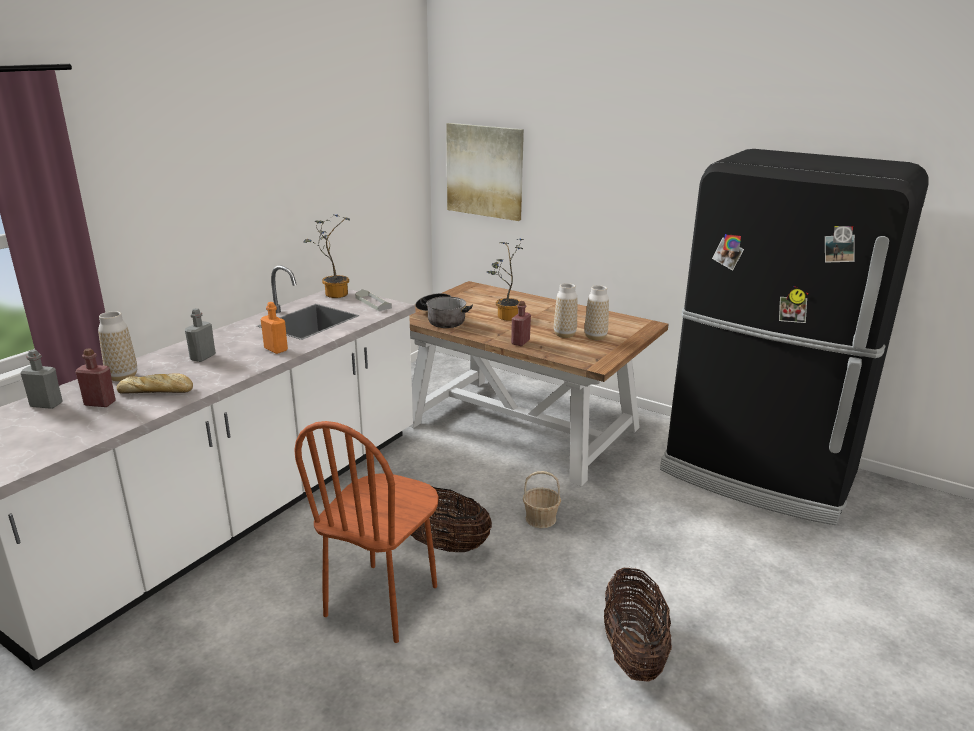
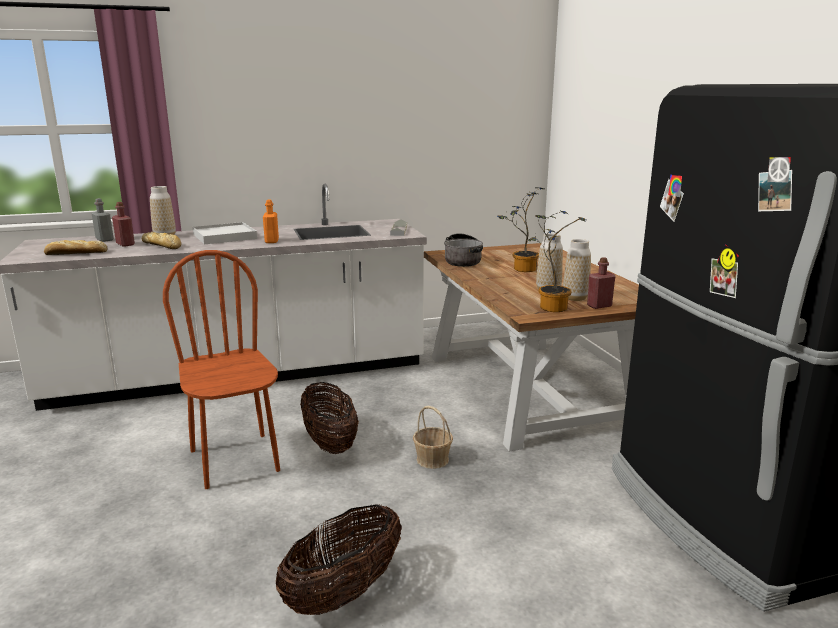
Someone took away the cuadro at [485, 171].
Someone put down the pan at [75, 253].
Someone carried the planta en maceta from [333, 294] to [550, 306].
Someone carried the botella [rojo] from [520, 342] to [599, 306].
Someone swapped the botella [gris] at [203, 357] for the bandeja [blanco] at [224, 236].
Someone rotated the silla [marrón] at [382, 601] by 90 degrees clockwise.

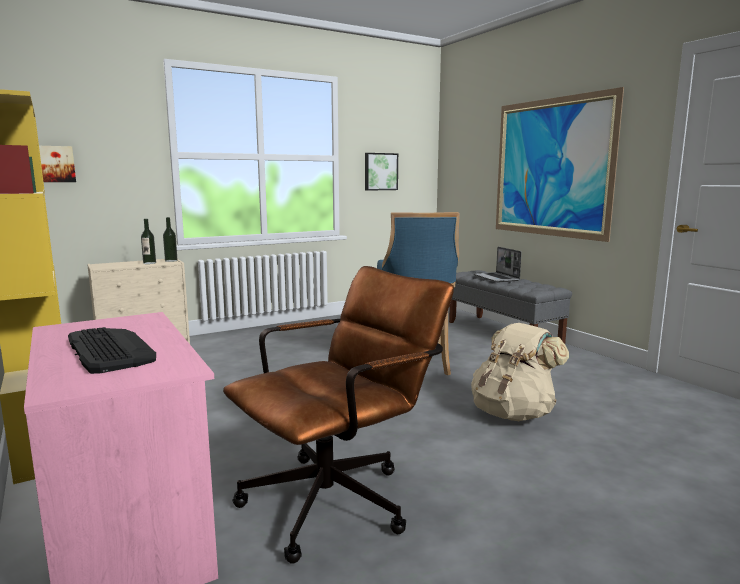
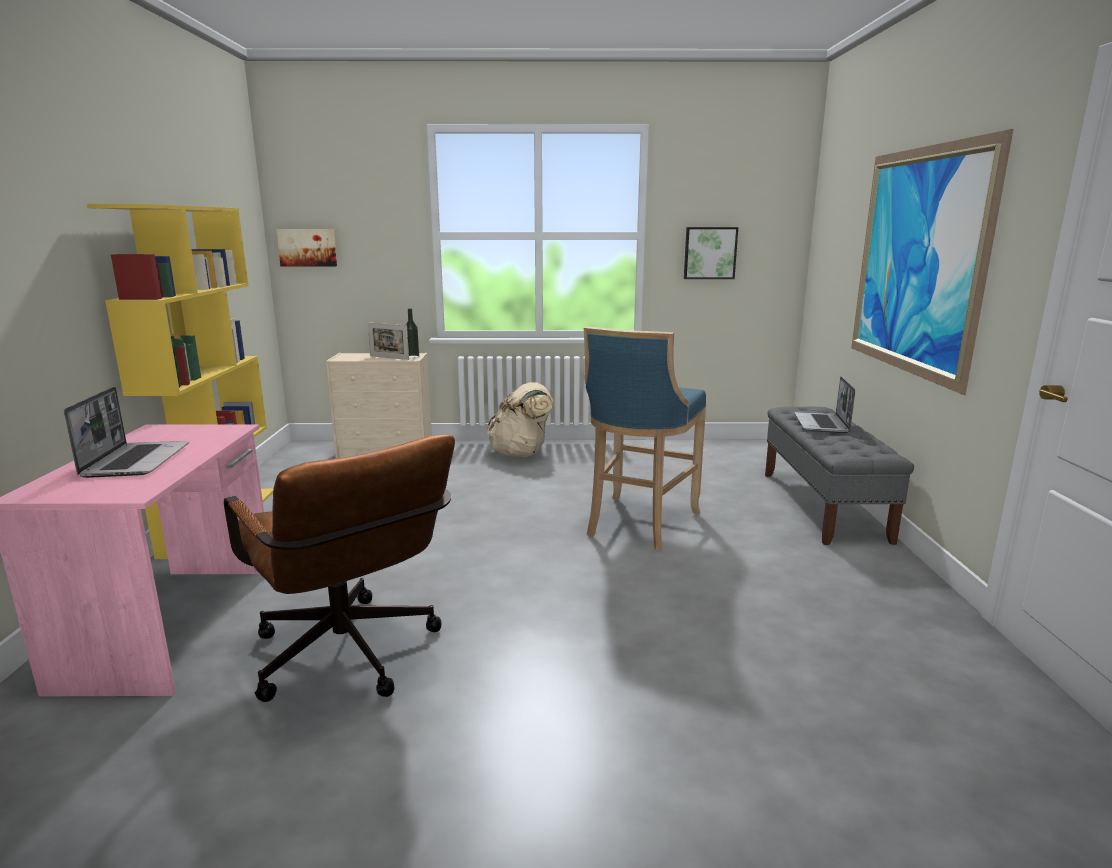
Someone carried the mochila [beis] from [513, 413] to [521, 453].
Someone swapped the teclado at [110, 350] for the portátil at [136, 460].
Someone swapped the botella at [149, 263] for the portarretratos at [389, 358].
Someone rotated the silla de oficina [marrón] at [340, 498] by 60 degrees clockwise.

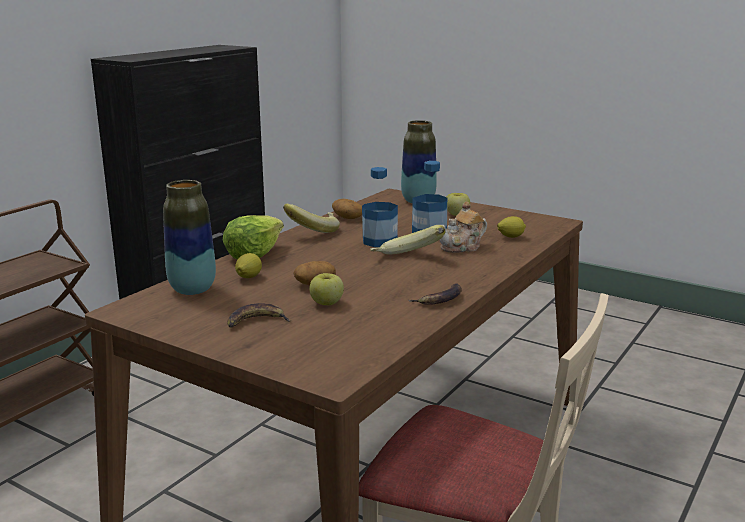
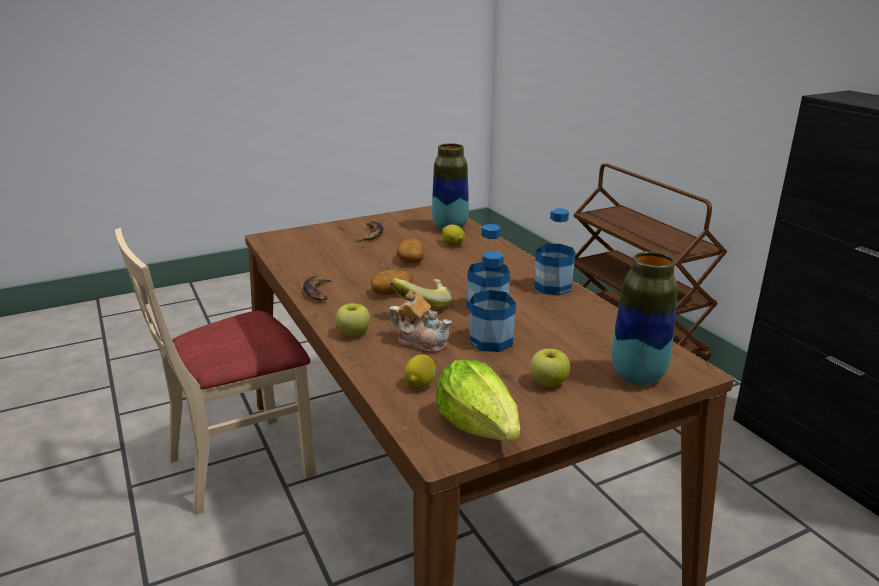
Someone carried the lechuga from [254, 254] to [479, 426].
Someone carried the manzana from [327, 303] to [353, 333].
Someone carried the patata from [347, 217] to [392, 292].
Someone swapped the plátano at [313, 231] for the botella at [552, 286].
Someone rotated the tetera at [462, 247] by 120 degrees clockwise.

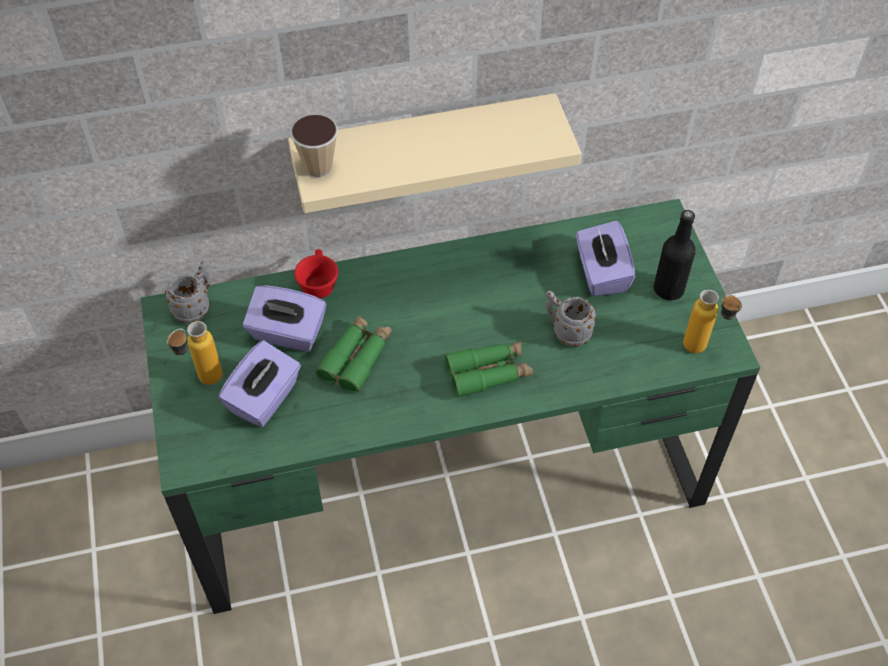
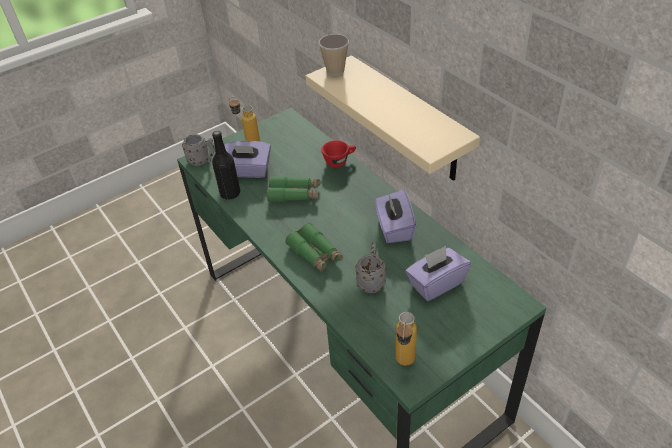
Someone carried the taza grande [gris] from [196, 307] to [202, 161].
Someone carried the caja de pañuelos [morado] from [287, 333] to [394, 228].
Someone carried the botella [negro] from [668, 289] to [230, 193].

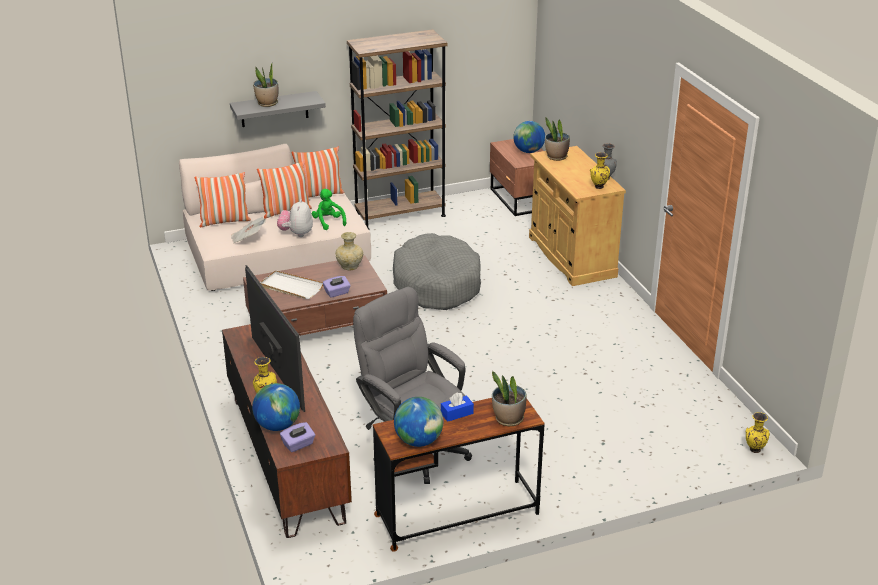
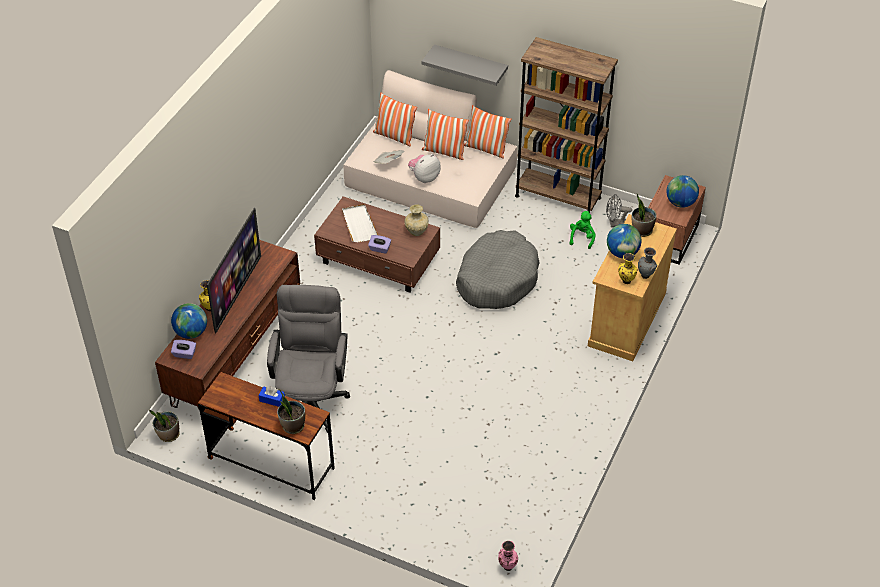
Someone put down the ventilador [gris] at [615, 224].
Someone carried the planta en maceta from [267, 103] to [168, 435].
Someone carried the peluche [verde] from [328, 222] to [582, 238].
Someone carried the globo terráqueo from [418, 441] to [622, 253].
Someone repainted the florero [amarillo] at [754, 450], which became the florero [rosa] at [507, 567].

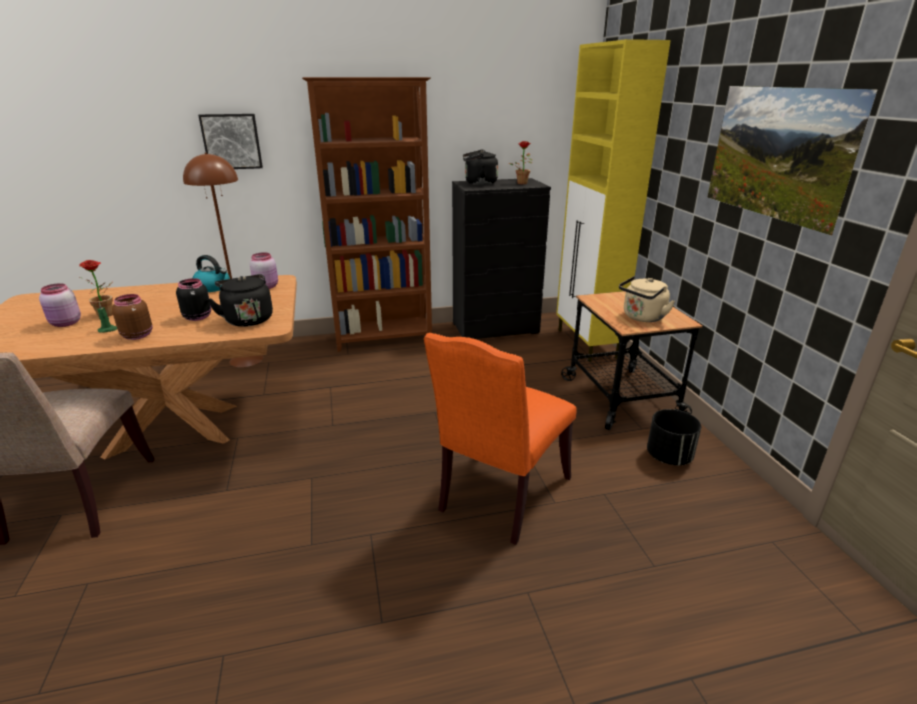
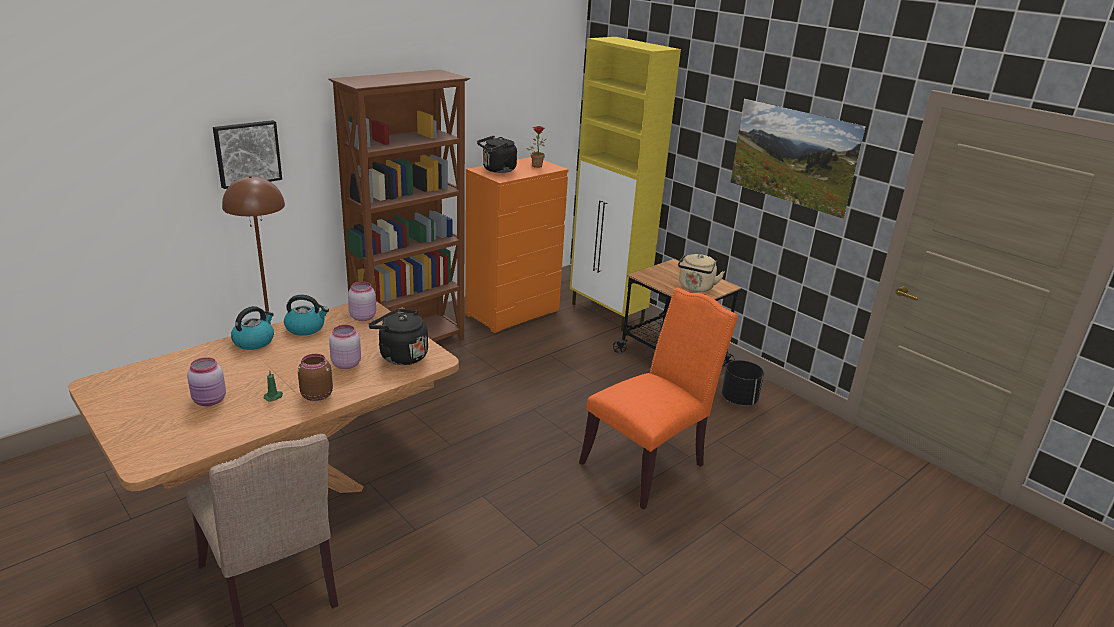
Someone took away the planta en maceta at [108, 315].
Someone put down the hervidor at [254, 341].
Someone repainted the tarro [negro] at [198, 317], which became the tarro [rosa] at [346, 364].
Someone repainted the cómoda [negro] at [496, 328], which became the cómoda [naranja] at [513, 313].
Someone rotated the silla [naranja] at [500, 496] by 135 degrees counterclockwise.

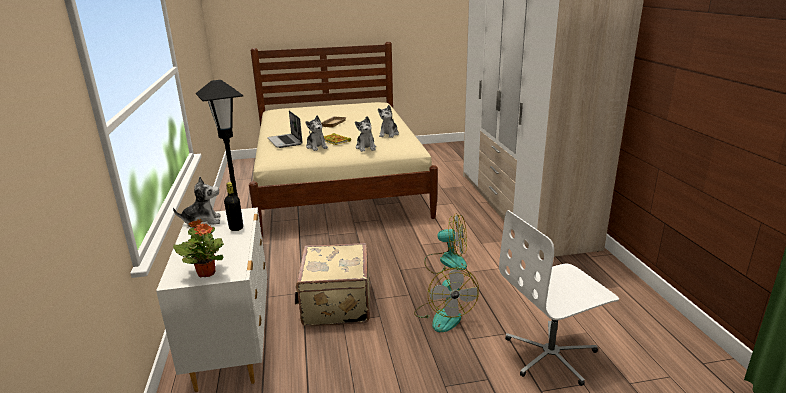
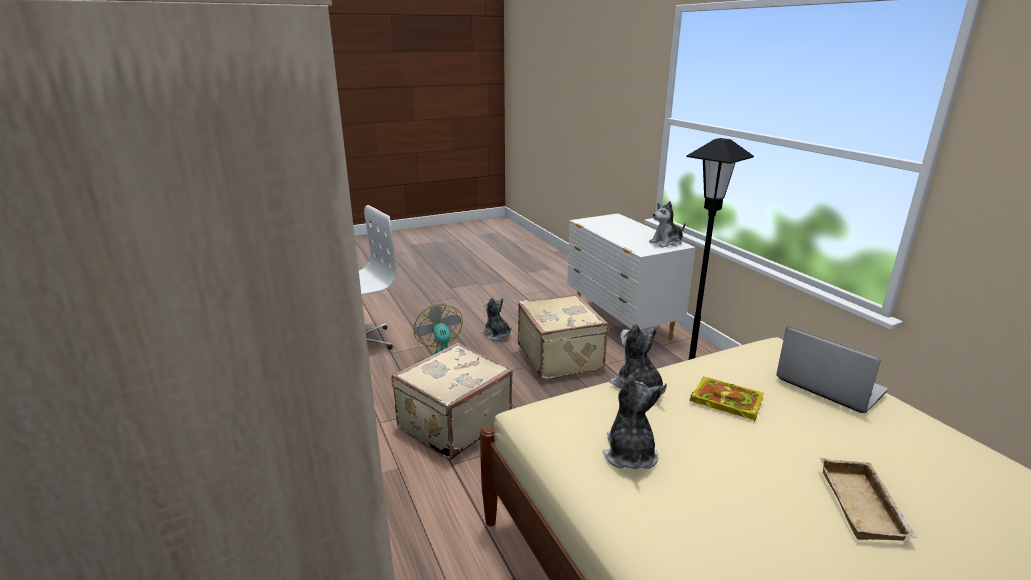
Someone took away the planta en maceta at [206, 273].
Someone took away the botella [negro] at [236, 228].
Someone carried the peluche from [316, 147] to [496, 335].
Someone swapped the ventilador at [446, 261] for the maleta [beis] at [453, 424].

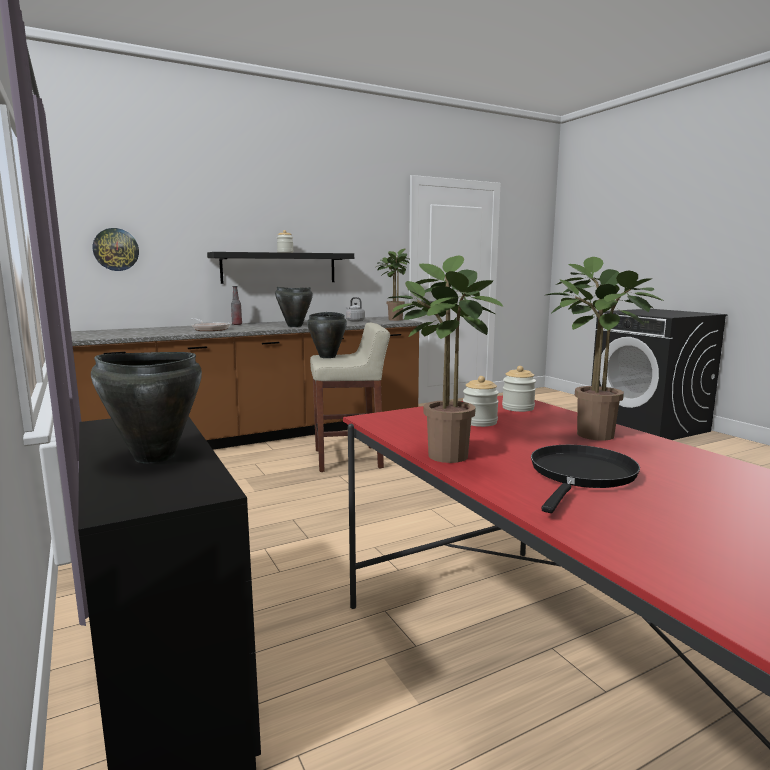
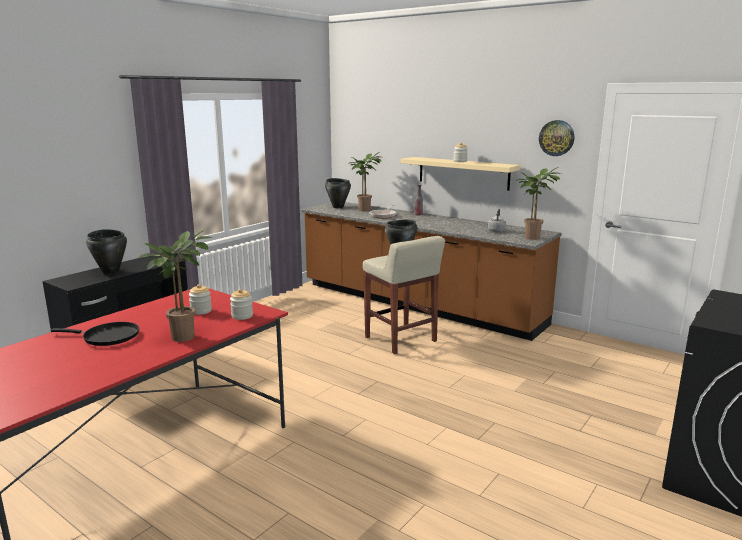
Someone carried the reloj de pared from [116, 249] to [556, 138].
Someone carried the olla [negro] from [294, 326] to [338, 207].
Someone carried the planta en maceta from [441, 454] to [365, 209].
Someone repainted the estante [negro] at [279, 268], which became the estante [beis] at [463, 173].

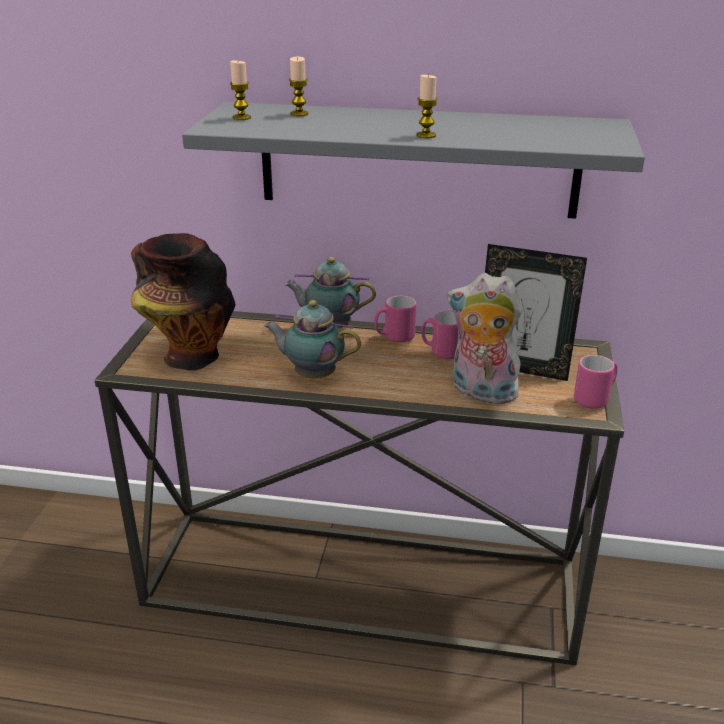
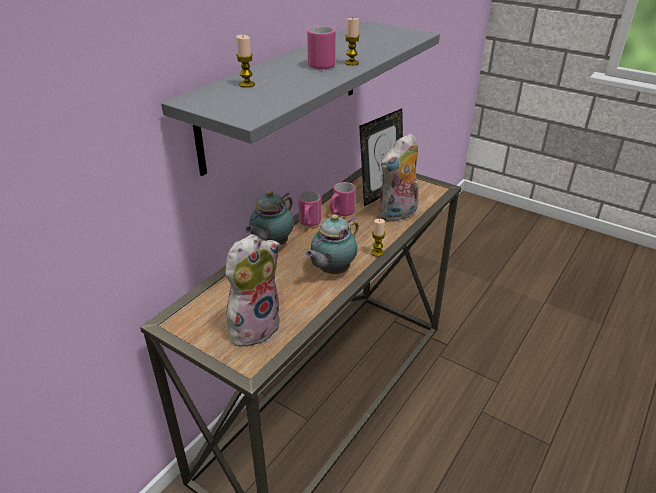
Someone carried the vela from [241, 118] to [377, 252].
Someone carried the taza grande [rosa] from [595, 399] to [320, 64].
Someone swapped the florero at [188, 356] for the peluche at [254, 326].

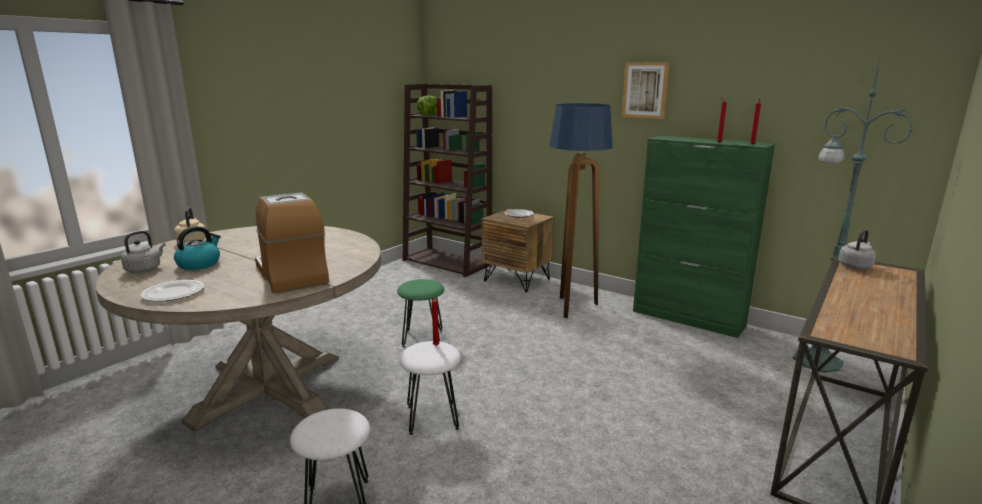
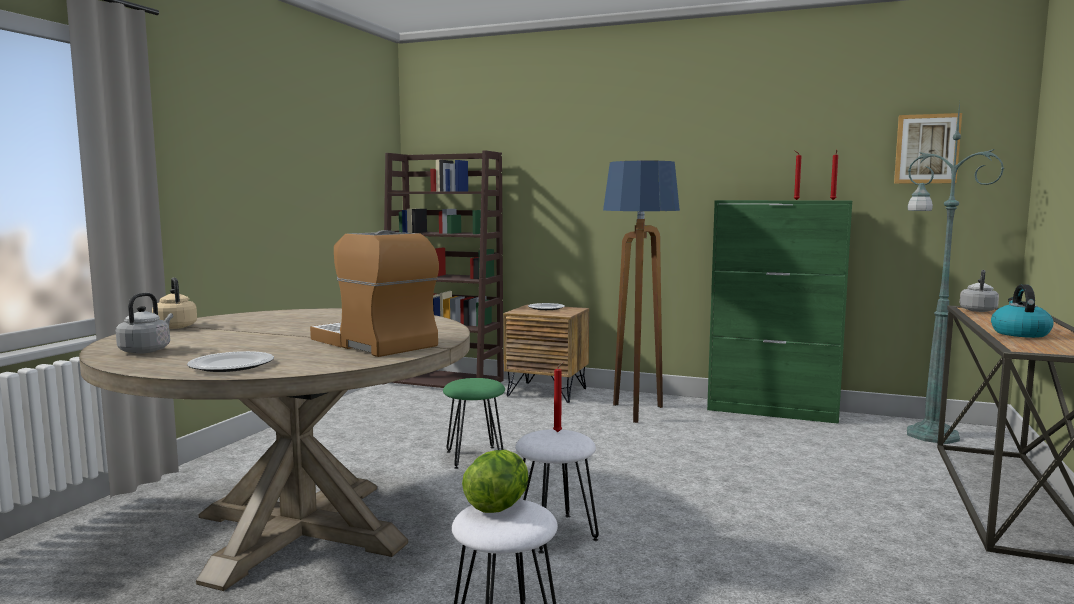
Someone carried the hervidor from [199, 264] to [1019, 333].
Someone carried the lechuga from [429, 115] to [498, 506].
Someone carried the cuadro from [645, 90] to [926, 149].

